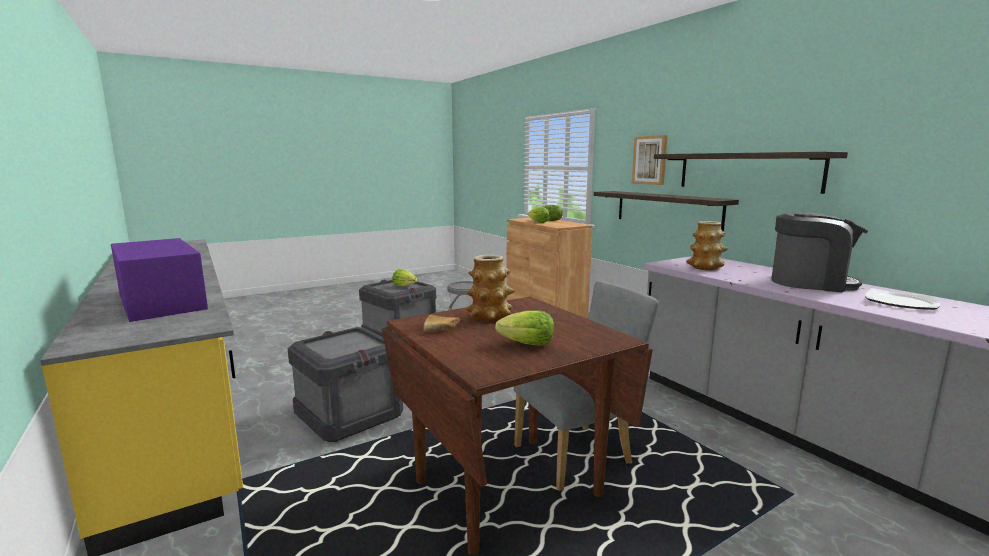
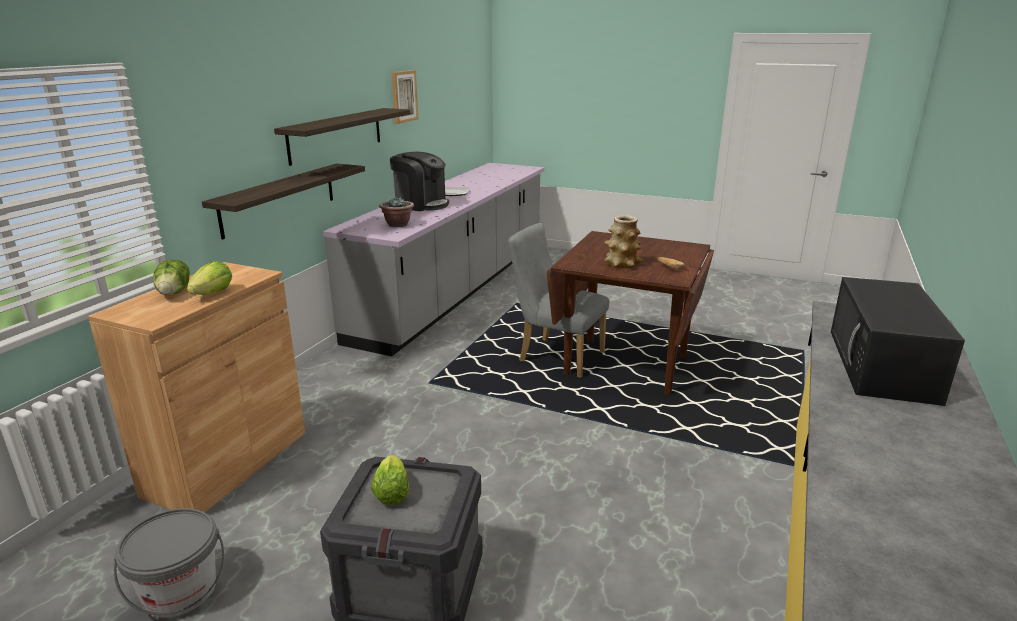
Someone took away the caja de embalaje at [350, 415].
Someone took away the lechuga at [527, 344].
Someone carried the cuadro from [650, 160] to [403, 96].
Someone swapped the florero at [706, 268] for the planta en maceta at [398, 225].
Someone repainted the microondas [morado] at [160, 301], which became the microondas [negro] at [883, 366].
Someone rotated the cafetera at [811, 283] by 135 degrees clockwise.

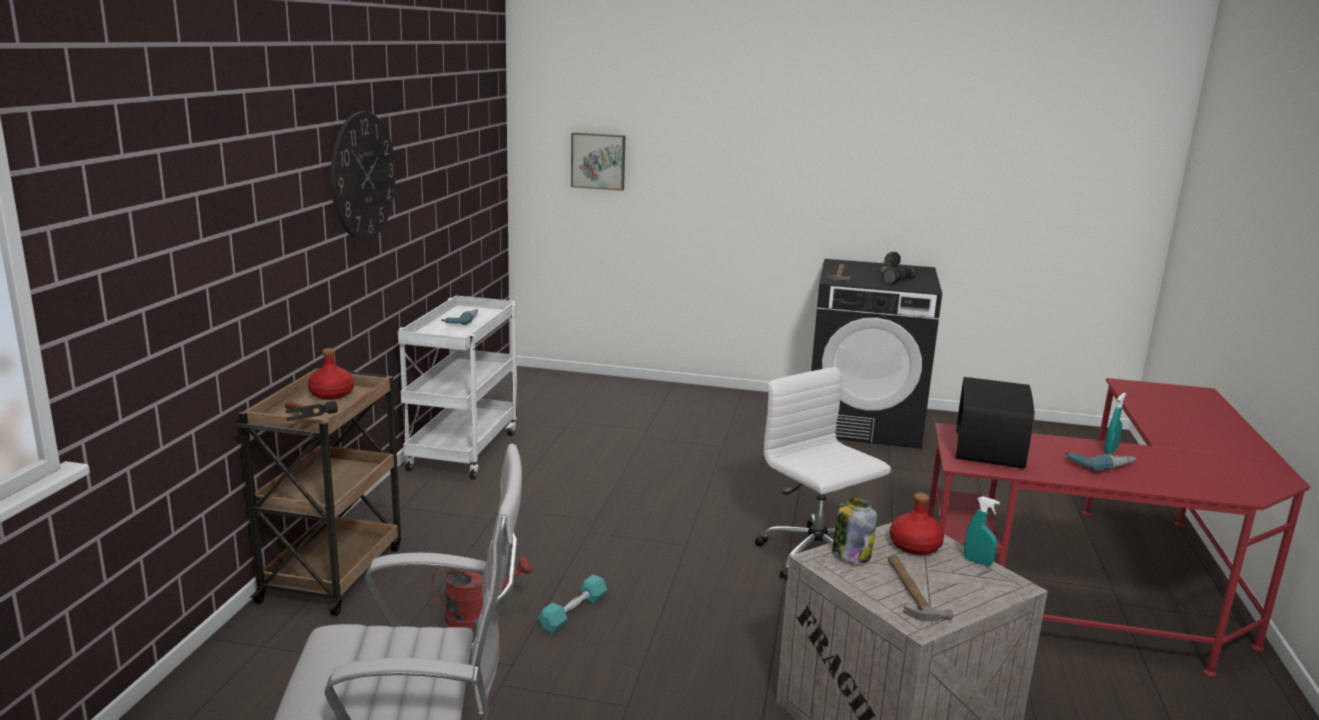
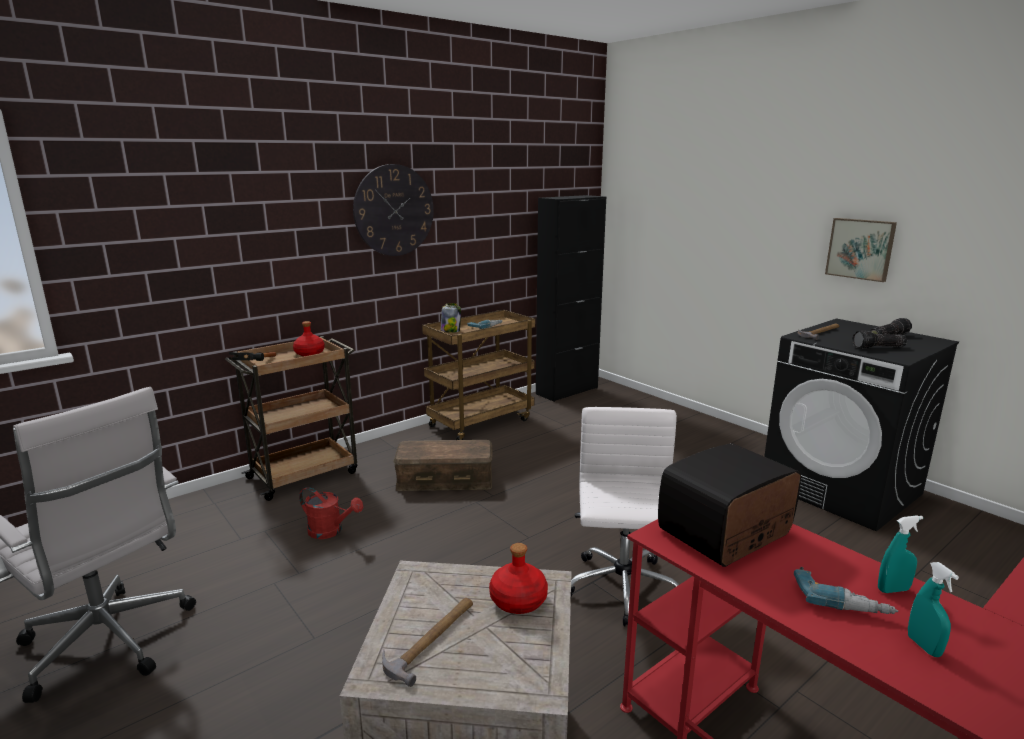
Someone took away the mancuerna [turquesa] at [573, 613].
Someone put down the caja de almacenaje [marrón] at [445, 478].
Someone put down the armario [negro] at [567, 391].
Someone carried the cuadro from [598, 161] to [860, 249].
Someone carried the tarro from [851, 554] to [450, 330].
Someone carried the pulverizador [turquesa] from [977, 562] to [923, 646].
Someone repainted the carrito [blanco] at [463, 450], which became the carrito [marrón] at [481, 422].

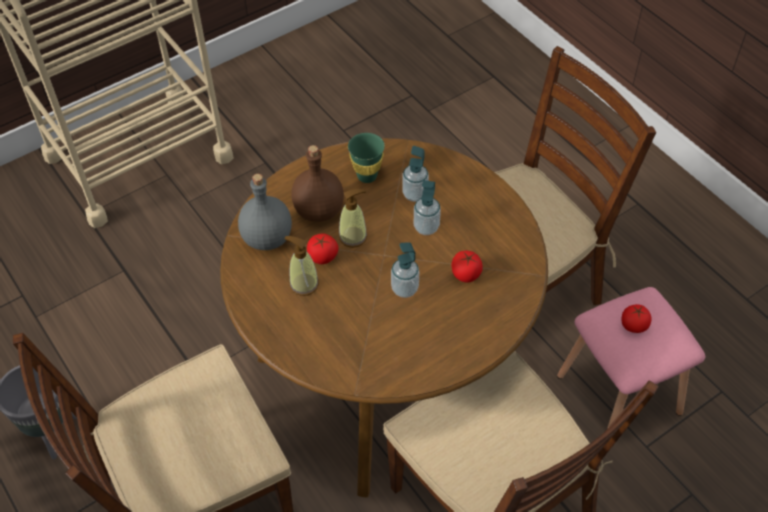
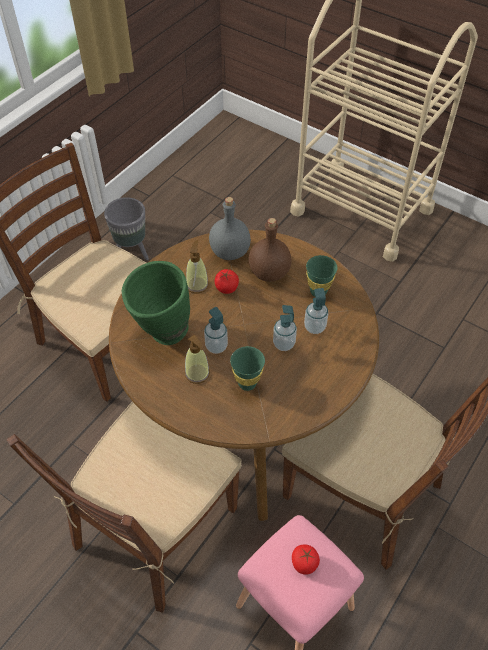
Someone put down the florero [verde] at [161, 334].
Someone carried the dispensador de jabón from [353, 236] to [197, 374].
Someone swapped the tomate at [466, 274] for the taza [verde] at [247, 383].

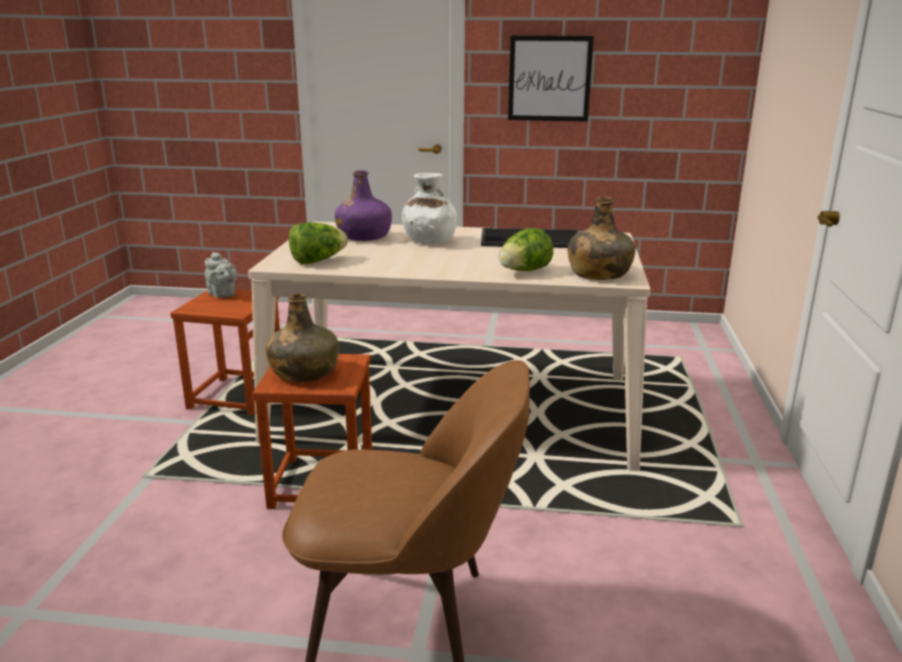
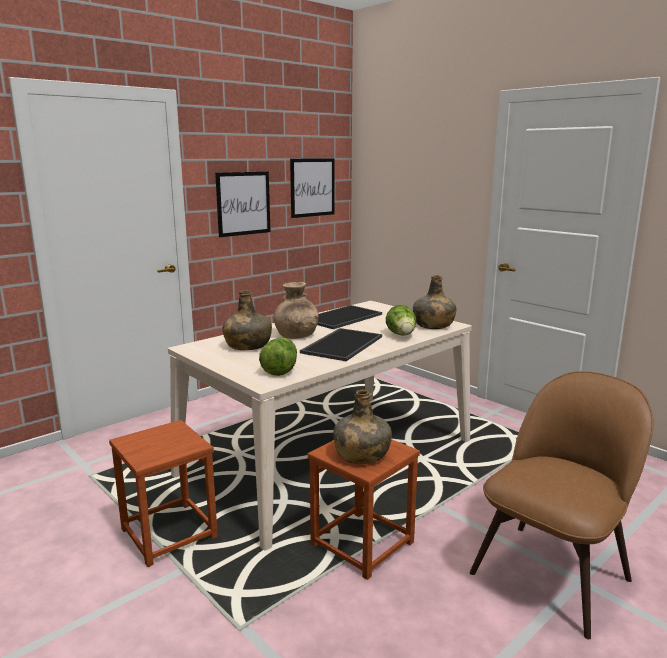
Someone took away the tetera [gris] at [222, 295].
Someone put up the cuadro at [312, 187].
Someone put down the bandeja at [341, 344].
Someone repainted the botella [morado] at [364, 237], which became the botella [verde] at [247, 346].
Someone repainted the florero [blanco] at [429, 241], which became the florero [marrón] at [296, 335].

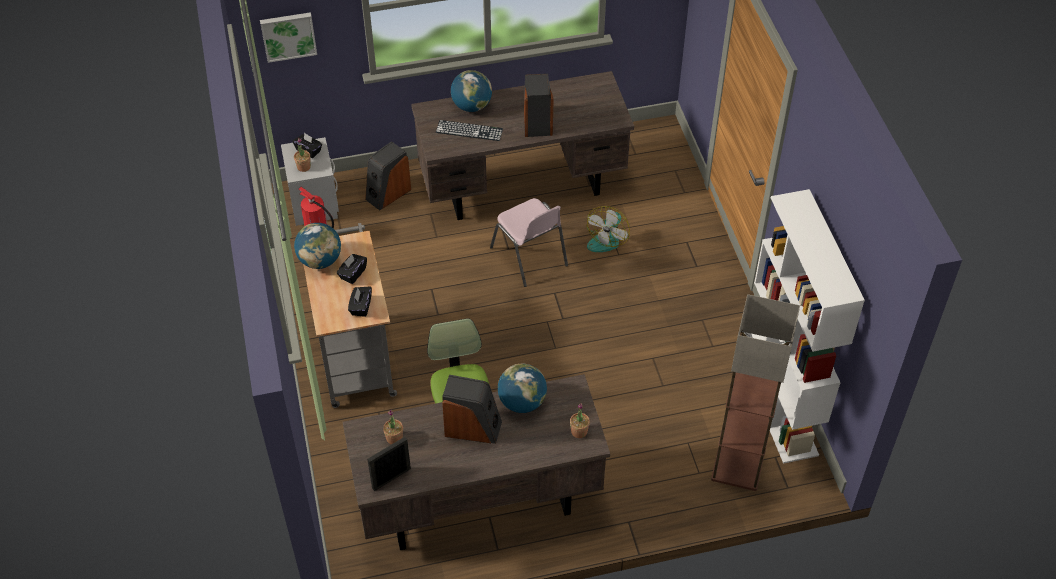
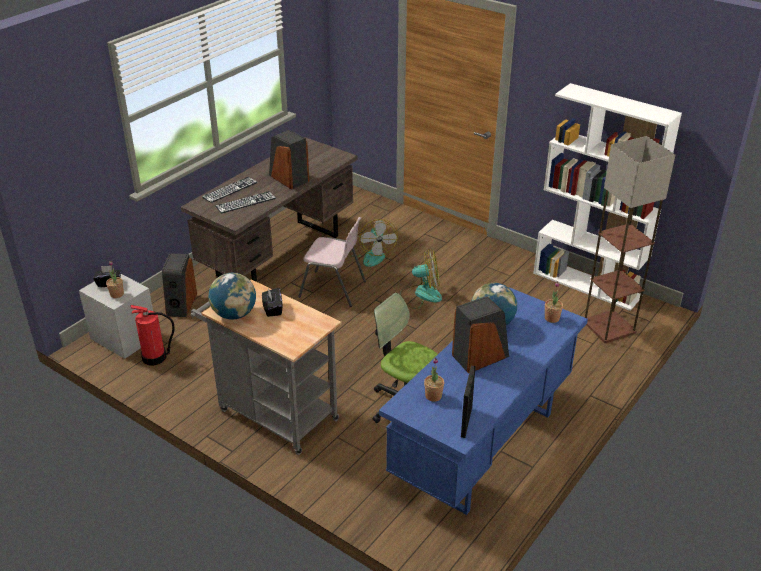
Someone took away the cuadro at [288, 35].
Someone took away the caja de pañuelos [negro] at [361, 307].
Someone put down the ventilador at [421, 294].
Someone swapped the globo terráqueo at [471, 106] for the teclado at [230, 190].
Someone repainted the escritorio [marrón] at [477, 503], which became the escritorio [azul] at [482, 448].

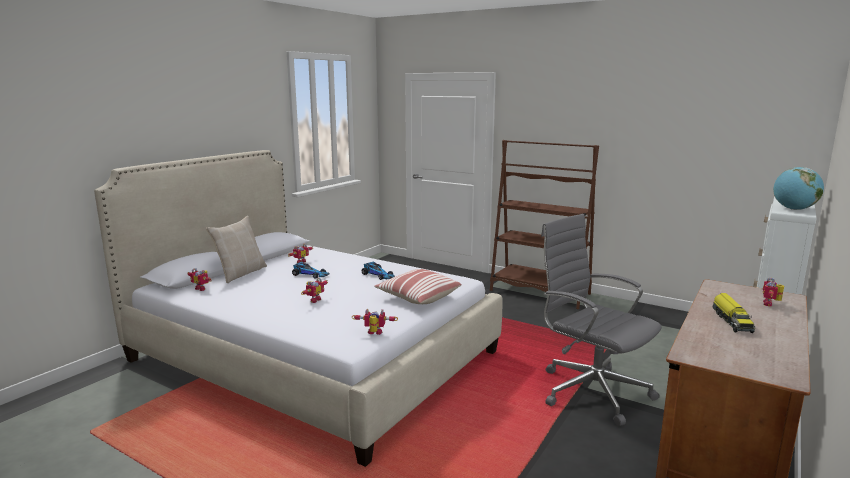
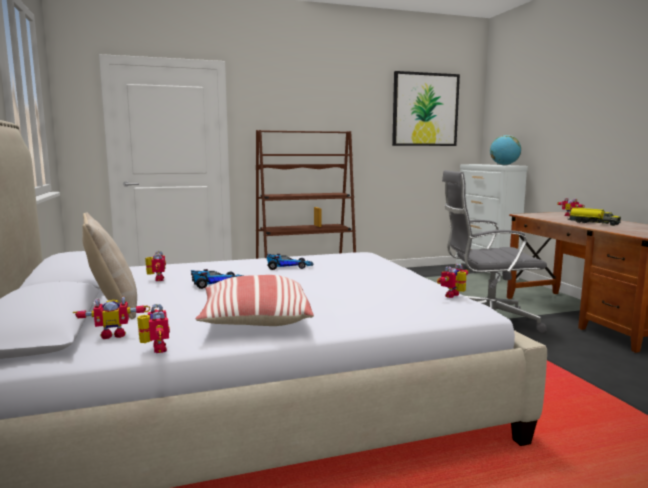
Someone put up the cuadro at [425, 109].
Someone carried the robot de juguete from [313, 300] to [154, 349].
Someone carried the cojín from [417, 297] to [254, 321].

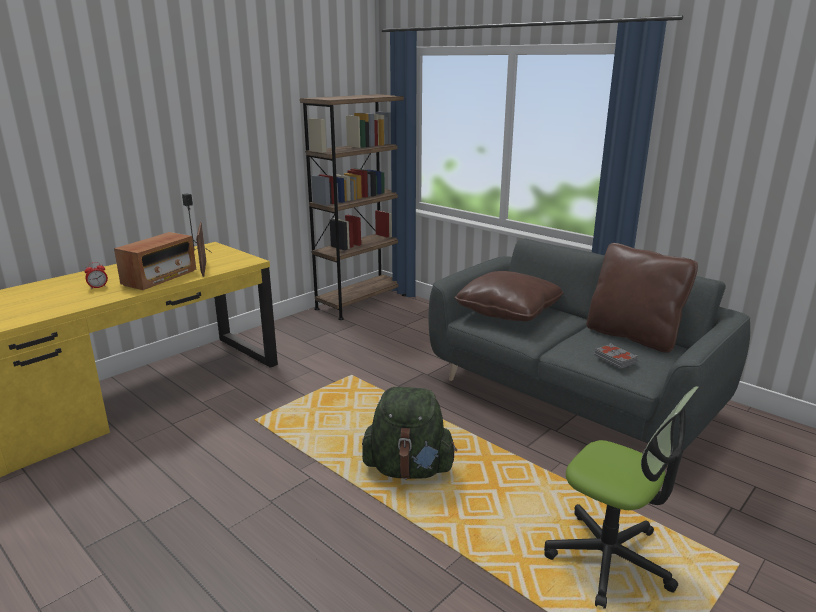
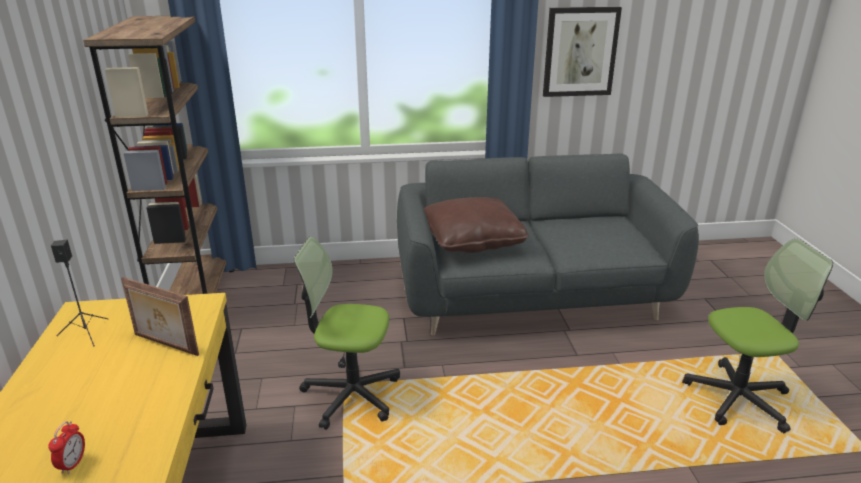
Someone took away the radio at [160, 278].
Someone took away the mochila [verde] at [408, 469].
Someone took away the cojín [marrón] at [633, 336].
Someone took away the libro [gris] at [615, 359].
Someone put down the silla de oficina at [351, 395].
Someone put up the cuadro at [580, 52].

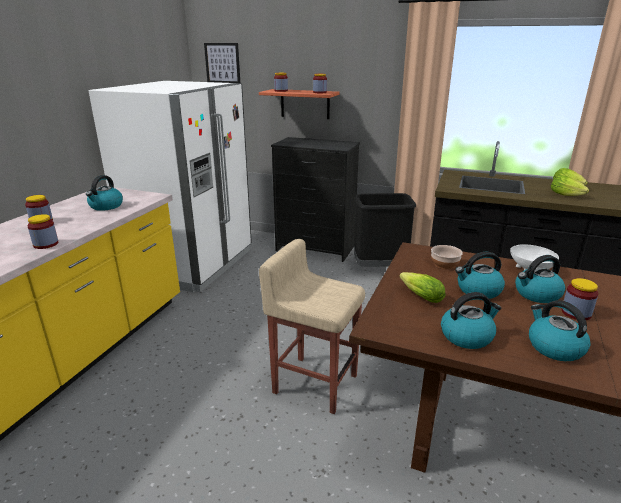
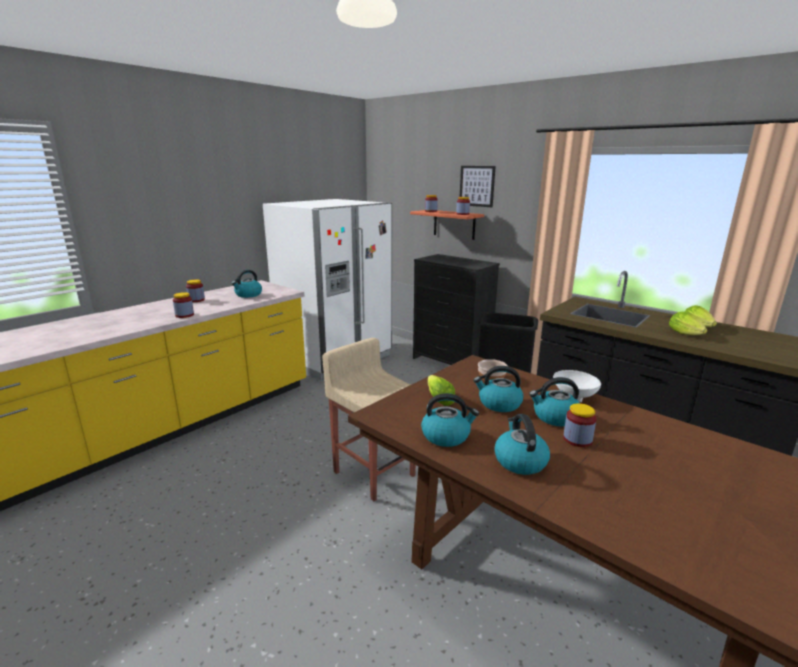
Someone carried the cuadro from [222, 63] to [477, 186].

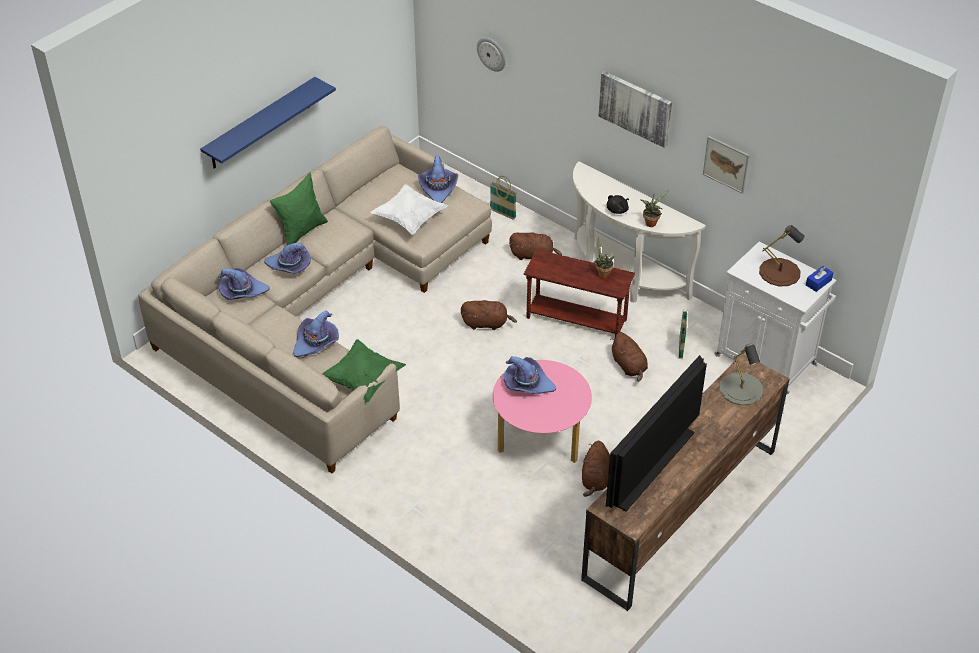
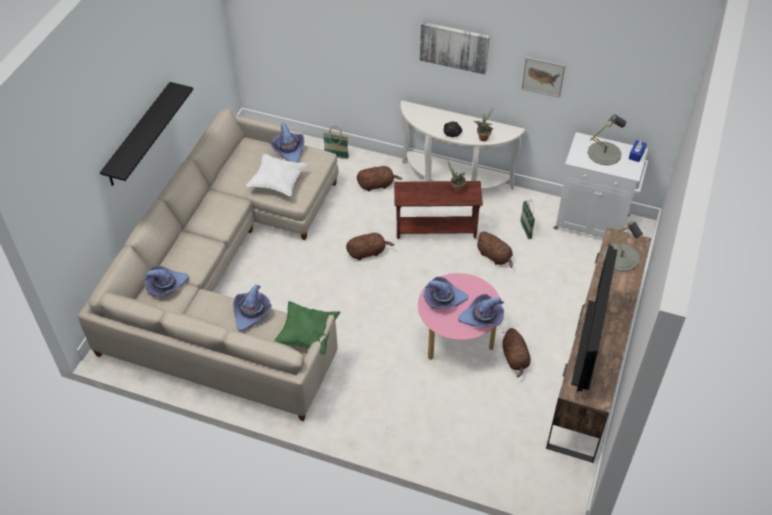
Someone took away the cojín [verde] at [301, 231].
Someone took away the reloj de pared at [492, 53].
Someone carried the sombrero [morado] from [289, 266] to [482, 318].
Someone repainted the estante [azul] at [260, 124], which became the estante [negro] at [139, 135].
Someone repainted the lámpara de mesa [marrón] at [779, 272], which became the lámpara de mesa [gris] at [604, 153].

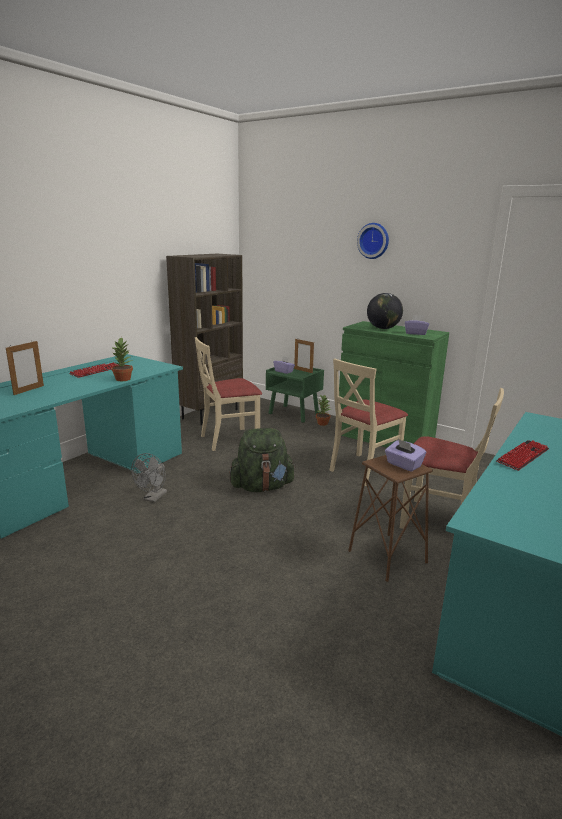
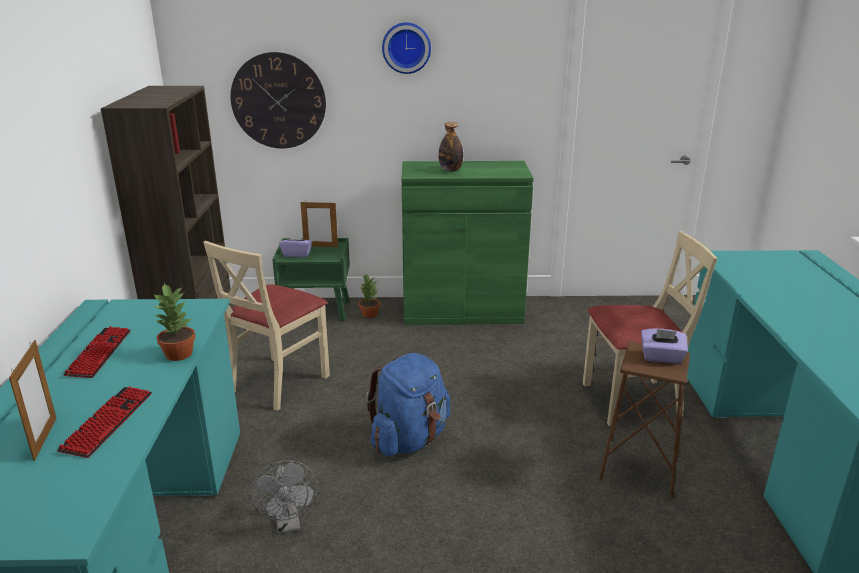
Someone took away the silla [beis] at [363, 469].
Someone took away the caja de pañuelos [morado] at [415, 333].
Someone put up the reloj de pared at [278, 101].
Someone carried the teclado from [523, 456] to [108, 422].
Someone swapped the globo terráqueo at [383, 328] for the botella at [450, 170].
Someone repainted the mochila [verde] at [262, 487], which became the mochila [azul] at [410, 439].

